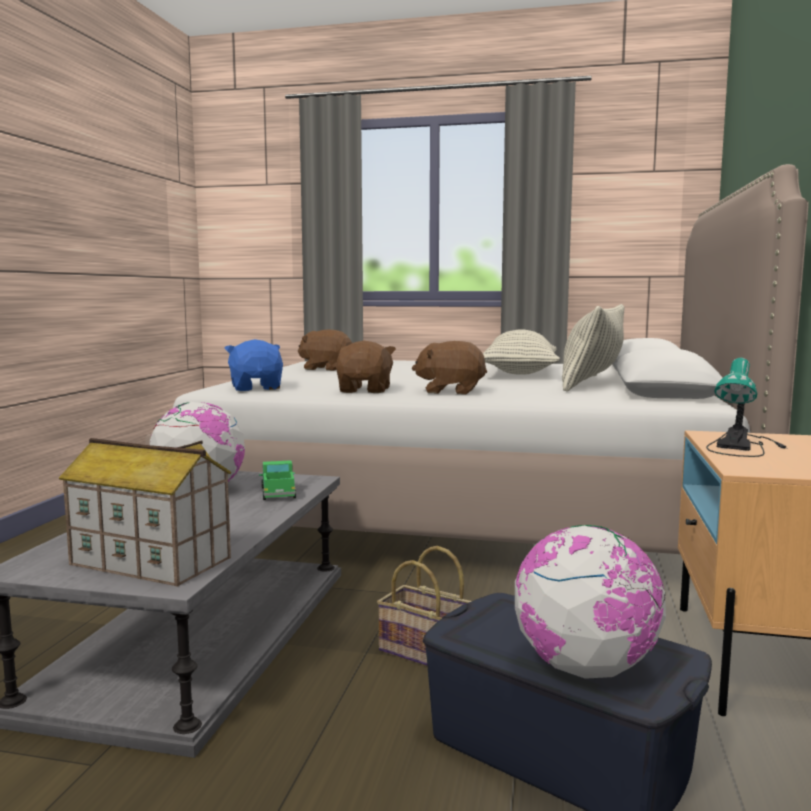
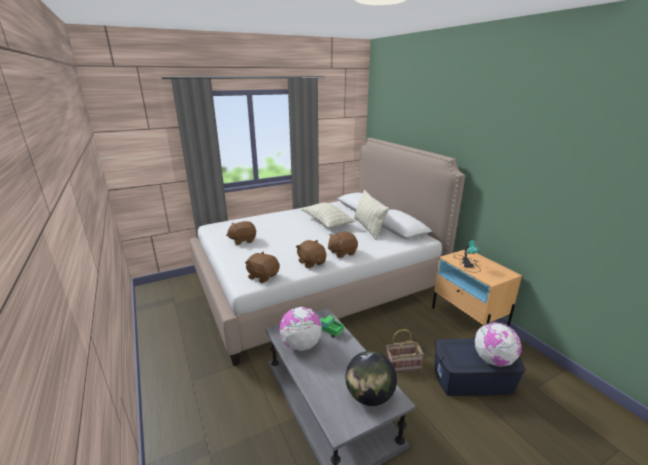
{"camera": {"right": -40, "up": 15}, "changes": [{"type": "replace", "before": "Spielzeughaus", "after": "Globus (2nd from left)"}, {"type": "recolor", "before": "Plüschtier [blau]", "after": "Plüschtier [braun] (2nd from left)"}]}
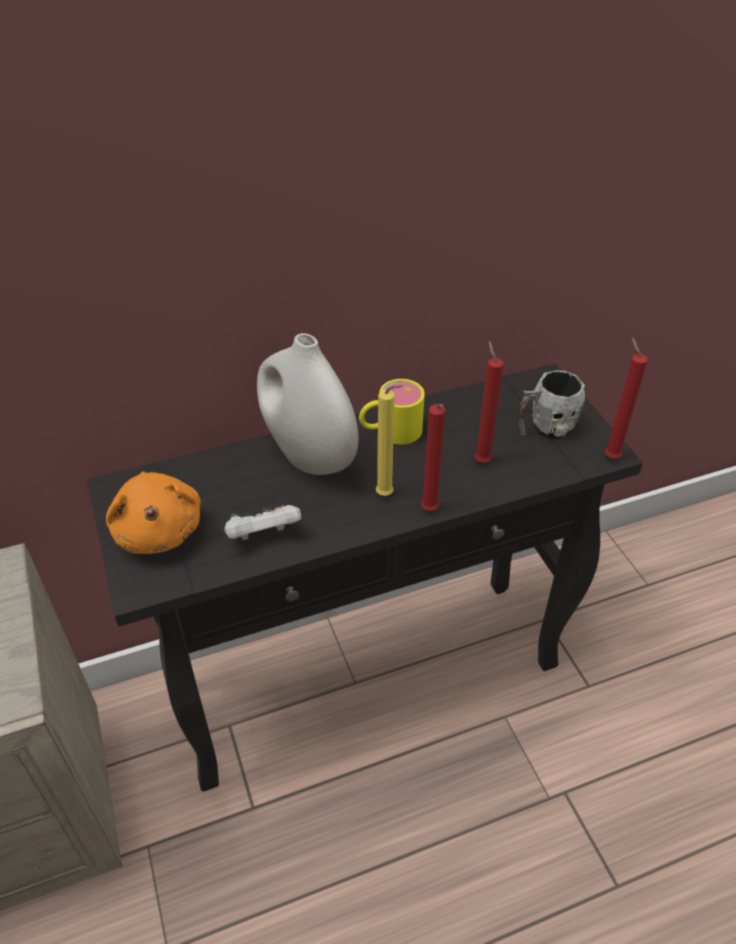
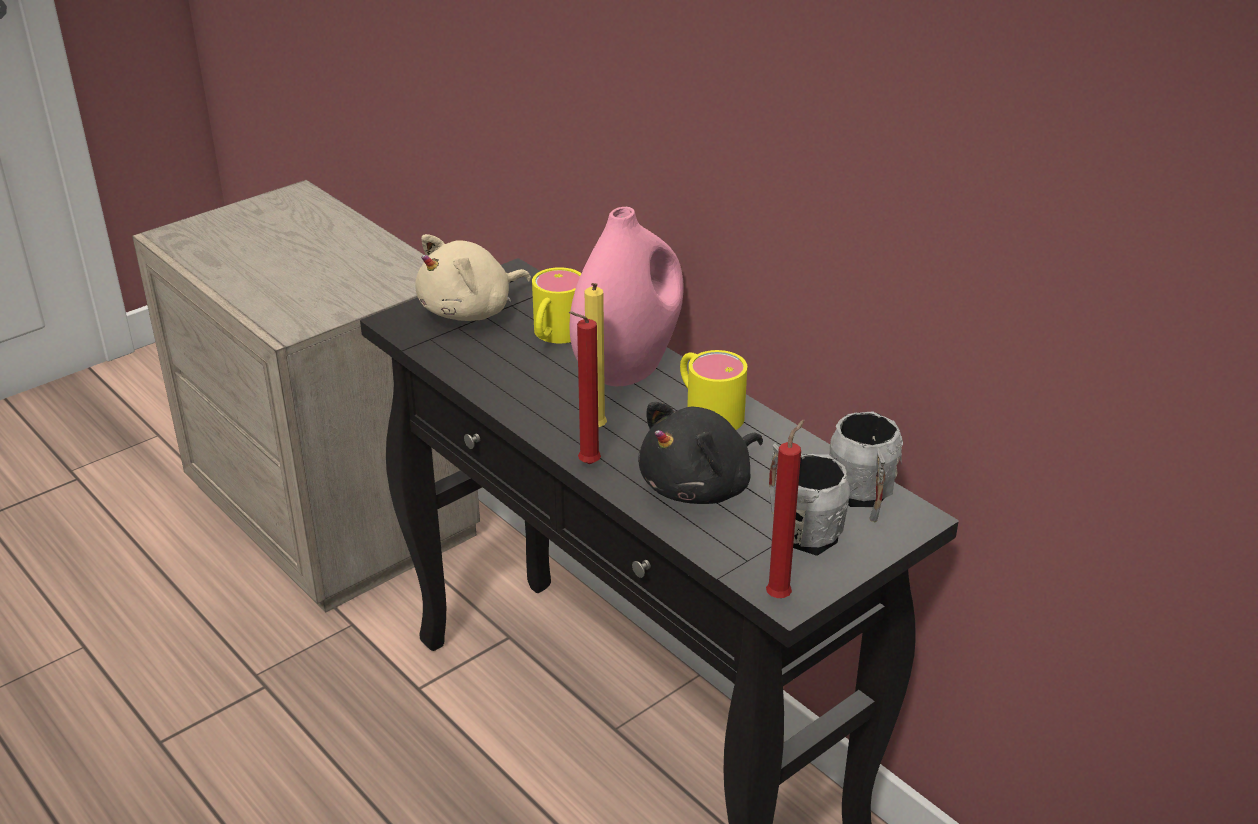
{"camera": {"right": 70, "up": -10}, "changes": [{"type": "recolor", "before": "Plüschtier [orange]", "after": "Plüschtier [beige]"}, {"type": "delete", "before": "Gamepad [weiß]"}, {"type": "recolor", "before": "Vase [weiß]", "after": "Vase [rosa]"}, {"type": "replace", "before": "Kerze [rot] (2nd from left)", "after": "Plüschtier [schwarz]"}, {"type": "insert", "after": "Henkelbecher [gelb] (1st from left)"}, {"type": "insert", "after": "Henkelbecher [grau] (2nd from left)"}]}
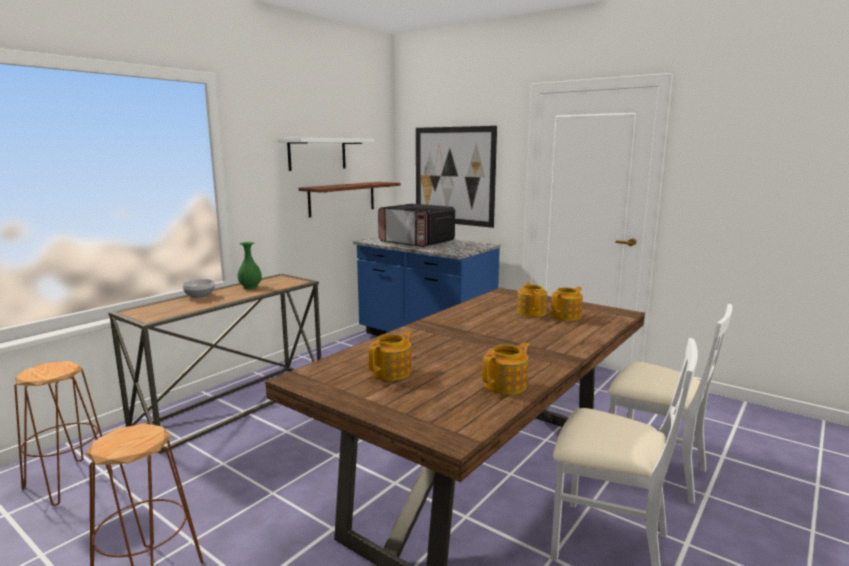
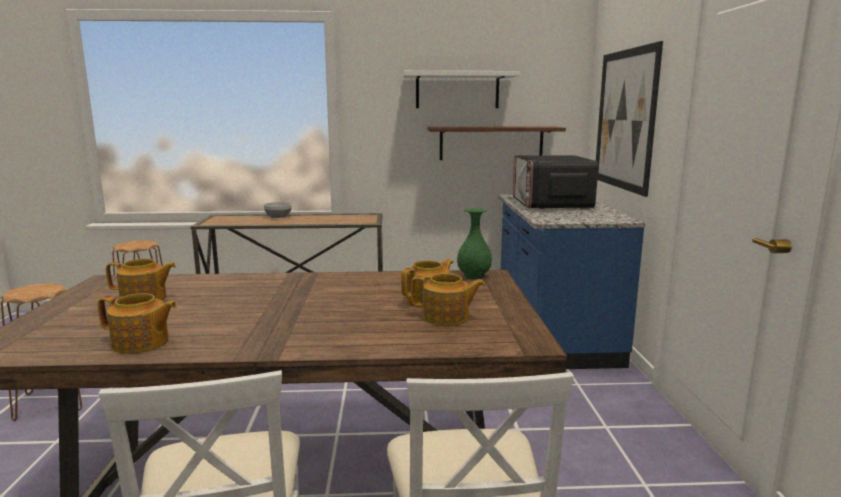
{"camera": {"right": 50, "up": 0}, "changes": [{"type": "move", "before": "Vase [grün]"}]}
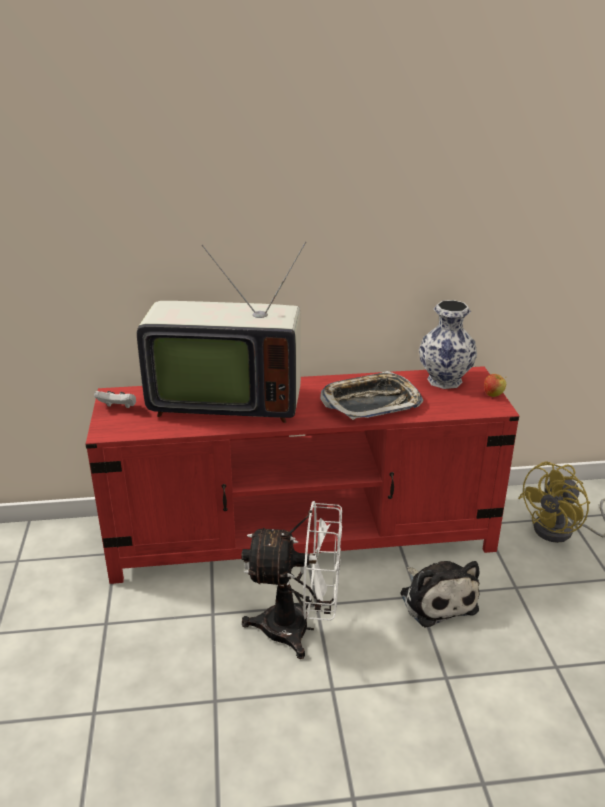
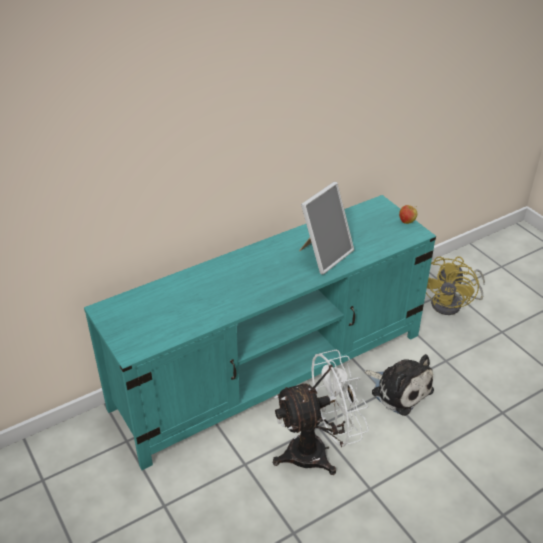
{"camera": {"right": -25, "up": 10}, "changes": [{"type": "recolor", "before": "Fernsehschrank [rot]", "after": "Fernsehschrank [türkis]"}, {"type": "delete", "before": "Gamepad [weiß]"}, {"type": "delete", "before": "Fernseher"}, {"type": "replace", "before": "Tablett", "after": "Bilderrahmen"}, {"type": "delete", "before": "Vase"}]}
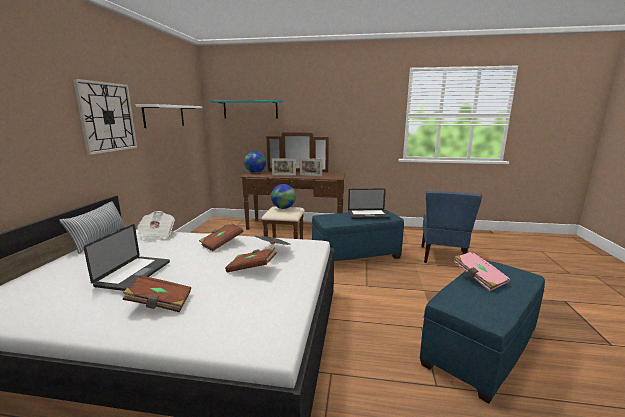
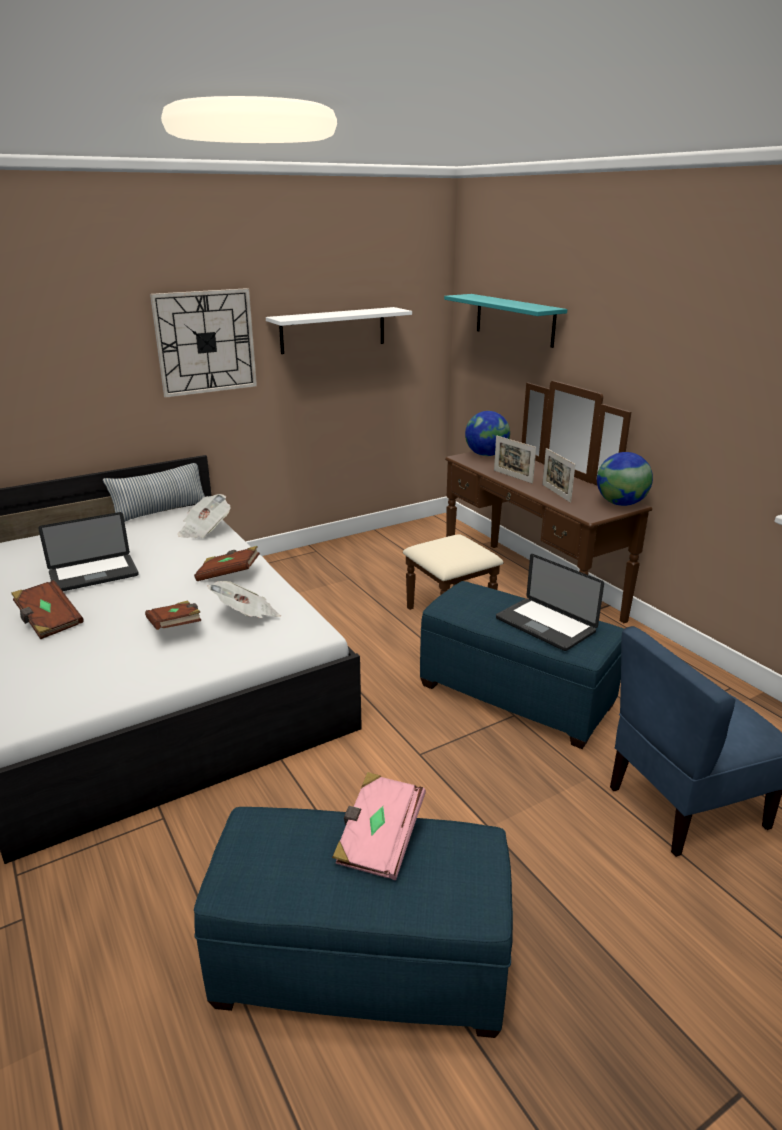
{"camera": {"right": 50, "up": 10}, "changes": [{"type": "move", "before": "Globus (2nd from left)"}]}
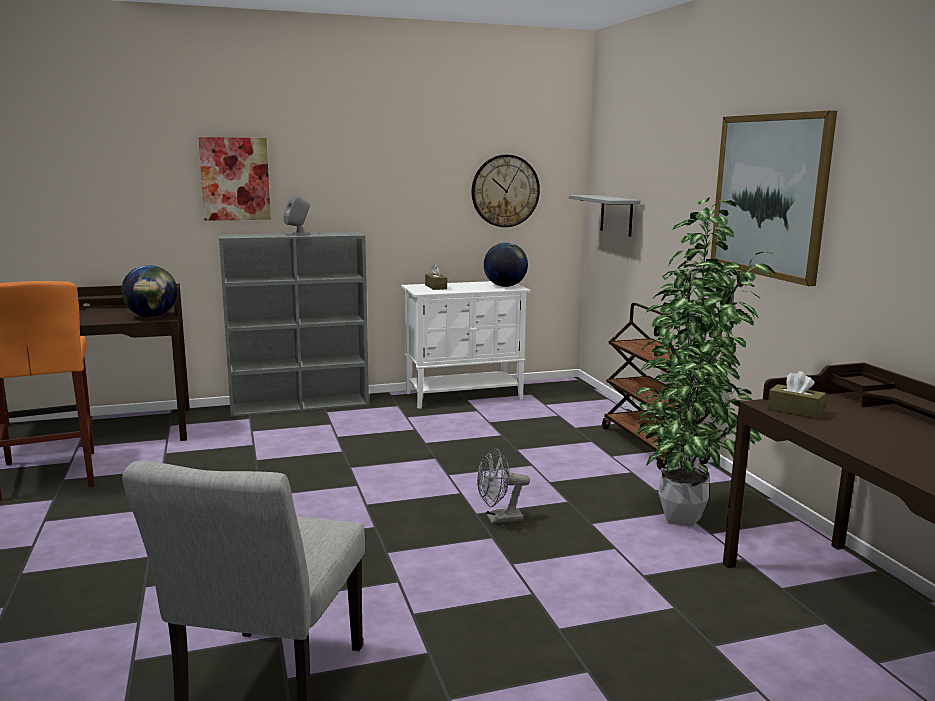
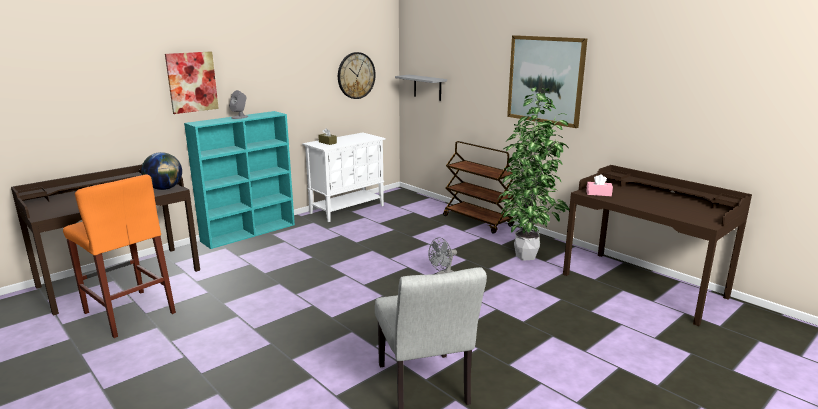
{"camera": {"right": -25, "up": 5}, "changes": [{"type": "recolor", "before": "Bücherregal [grau]", "after": "Bücherregal [türkis]"}, {"type": "delete", "before": "Globus (2nd from left)"}, {"type": "recolor", "before": "Taschentuchbox [braun] (2nd from left)", "after": "Taschentuchbox [rosa]"}]}
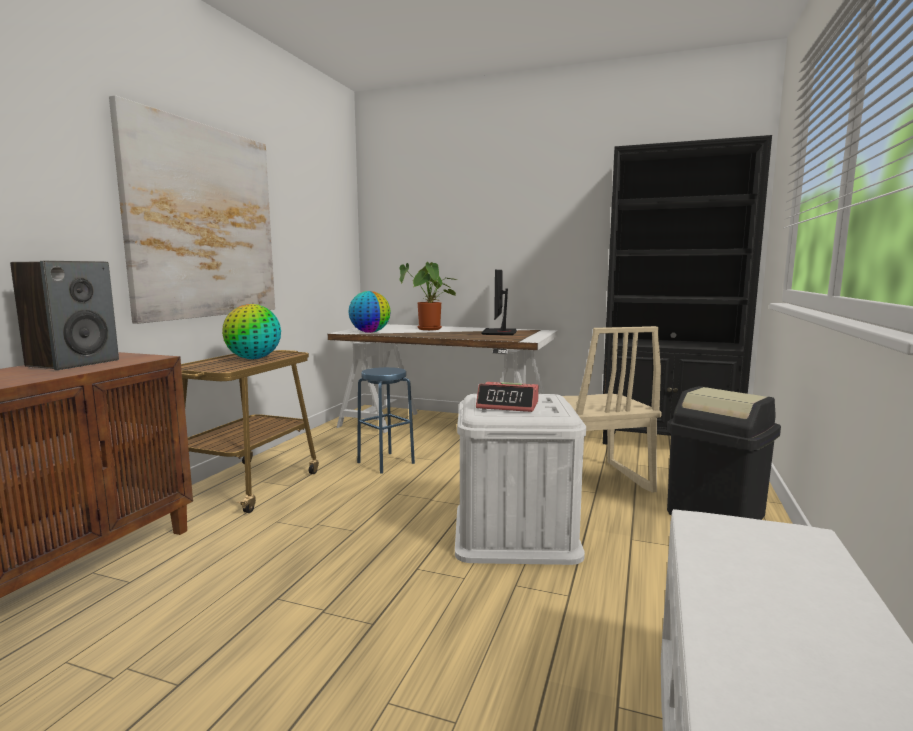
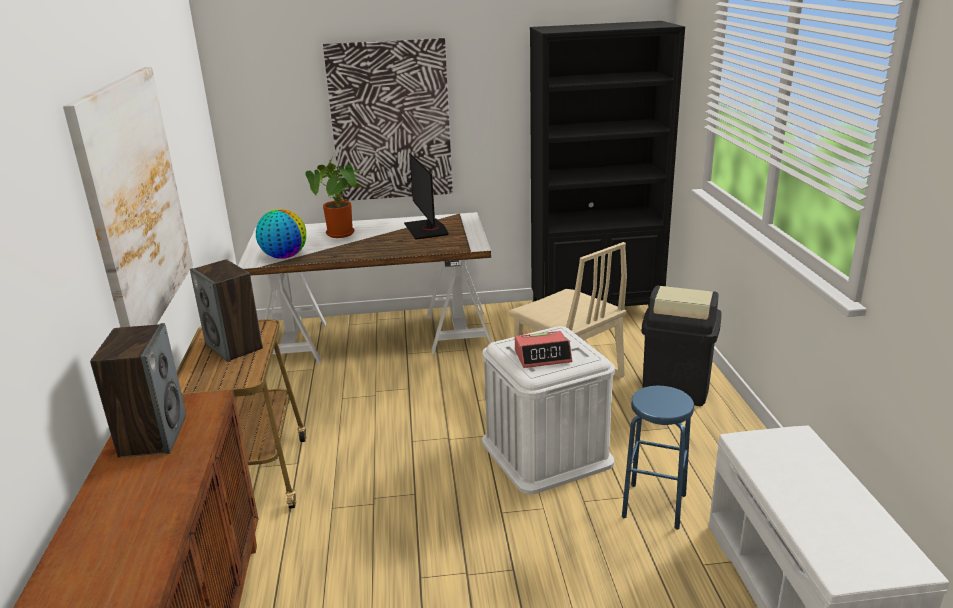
{"camera": {"right": -25, "up": 15}, "changes": [{"type": "replace", "before": "Globus (1st from left)", "after": "Lautsprecher (2nd from left)"}, {"type": "move", "before": "Hocker [blau]"}, {"type": "insert", "after": "Bild (2nd from left)"}]}
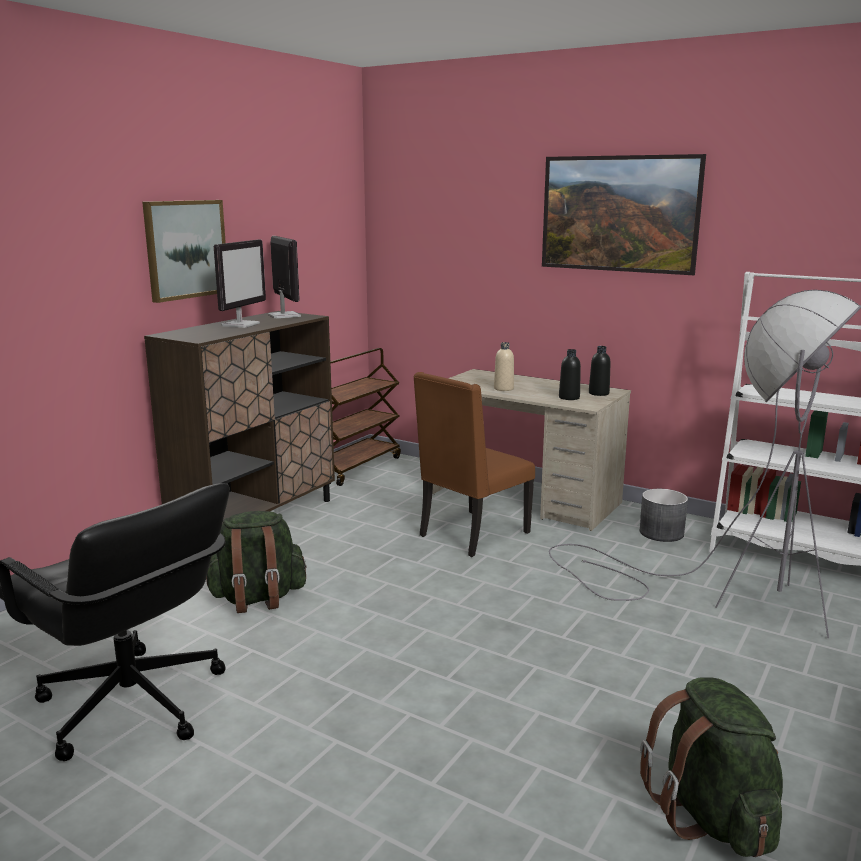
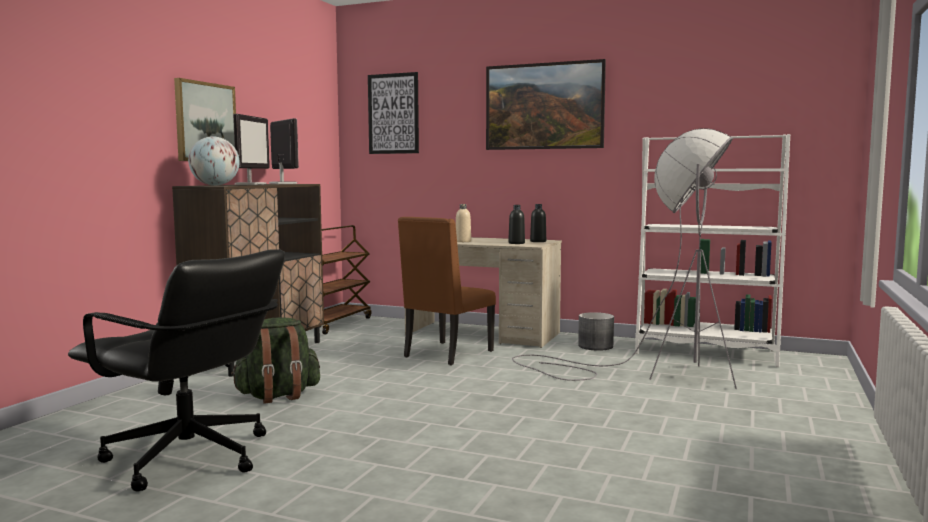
{"camera": {"right": -10, "up": -10}, "changes": [{"type": "delete", "before": "Rucksack [grün] (2nd from left)"}, {"type": "insert", "after": "Globus"}, {"type": "insert", "after": "Bild (2nd from left)"}]}
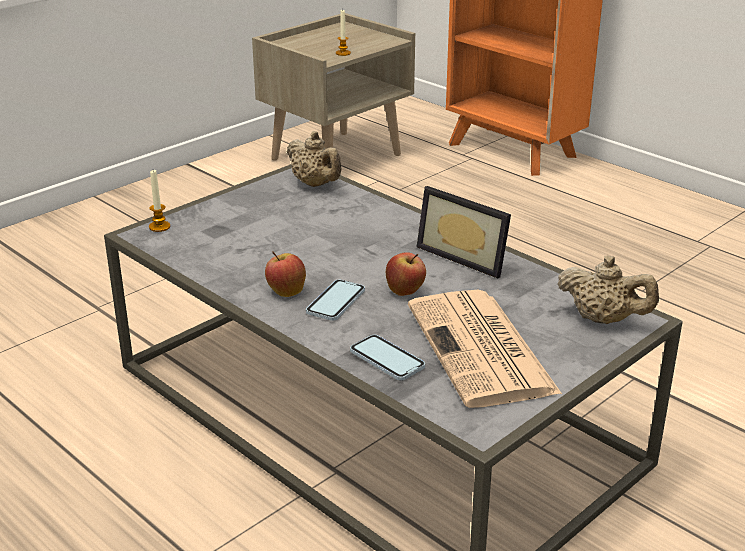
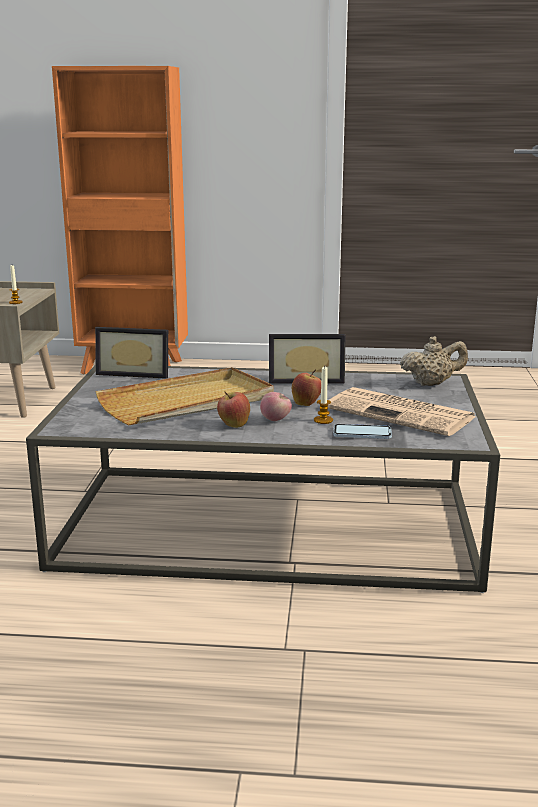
{"camera": {"right": -40, "up": -10}, "changes": [{"type": "move", "before": "Kerze (1st from left in the first image)", "after": "Kerze (2nd from left)"}, {"type": "replace", "before": "Teekanne [beige] (1st from left)", "after": "Bilderrahmen (1st from left)"}, {"type": "replace", "before": "Handy (1st from left)", "after": "Apfel (2nd from left)"}, {"type": "insert", "after": "Tablett [beige]"}]}
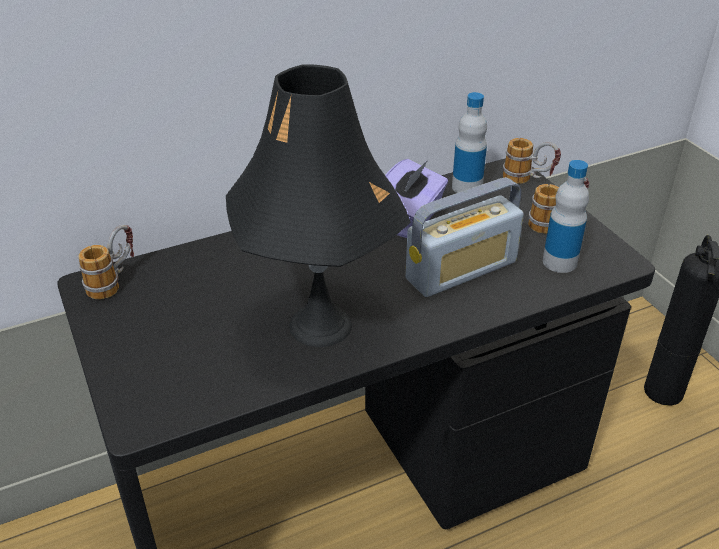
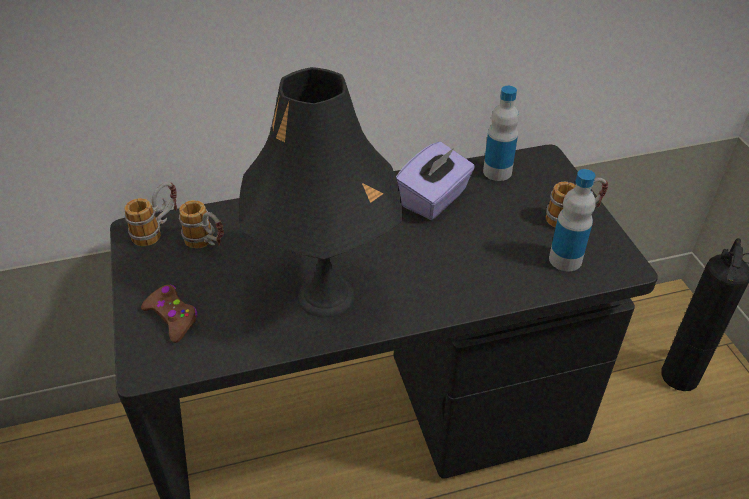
{"camera": {"right": 10, "up": 5}, "changes": [{"type": "delete", "before": "Radio"}, {"type": "move", "before": "Henkelbecher (2nd from left)"}, {"type": "insert", "after": "Gamepad [braun]"}]}
